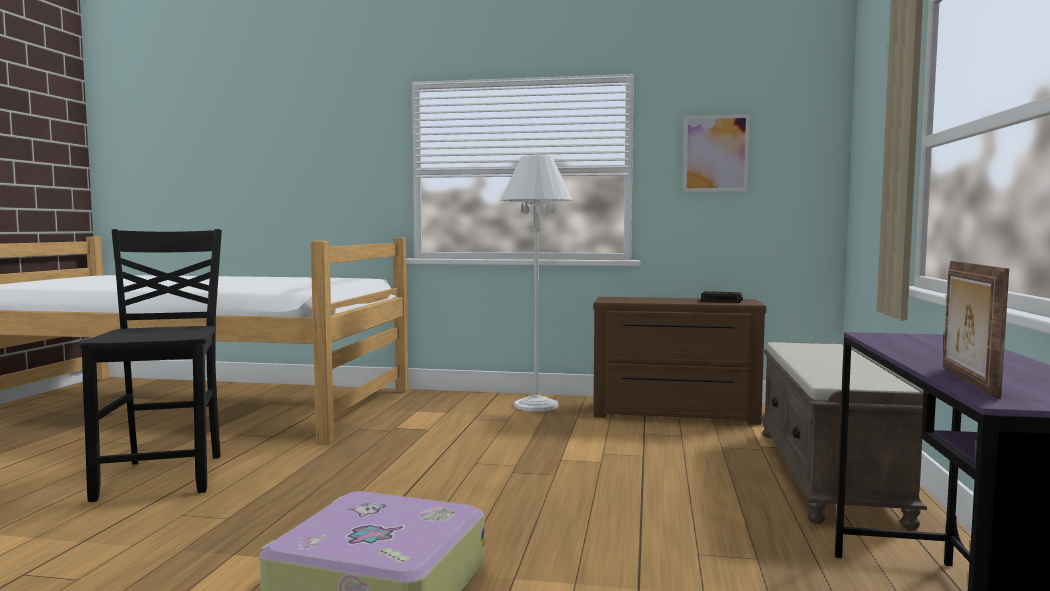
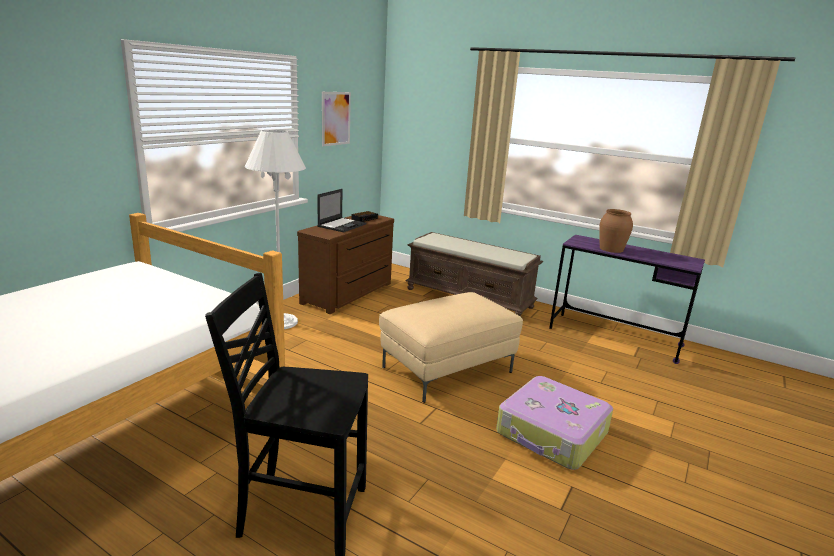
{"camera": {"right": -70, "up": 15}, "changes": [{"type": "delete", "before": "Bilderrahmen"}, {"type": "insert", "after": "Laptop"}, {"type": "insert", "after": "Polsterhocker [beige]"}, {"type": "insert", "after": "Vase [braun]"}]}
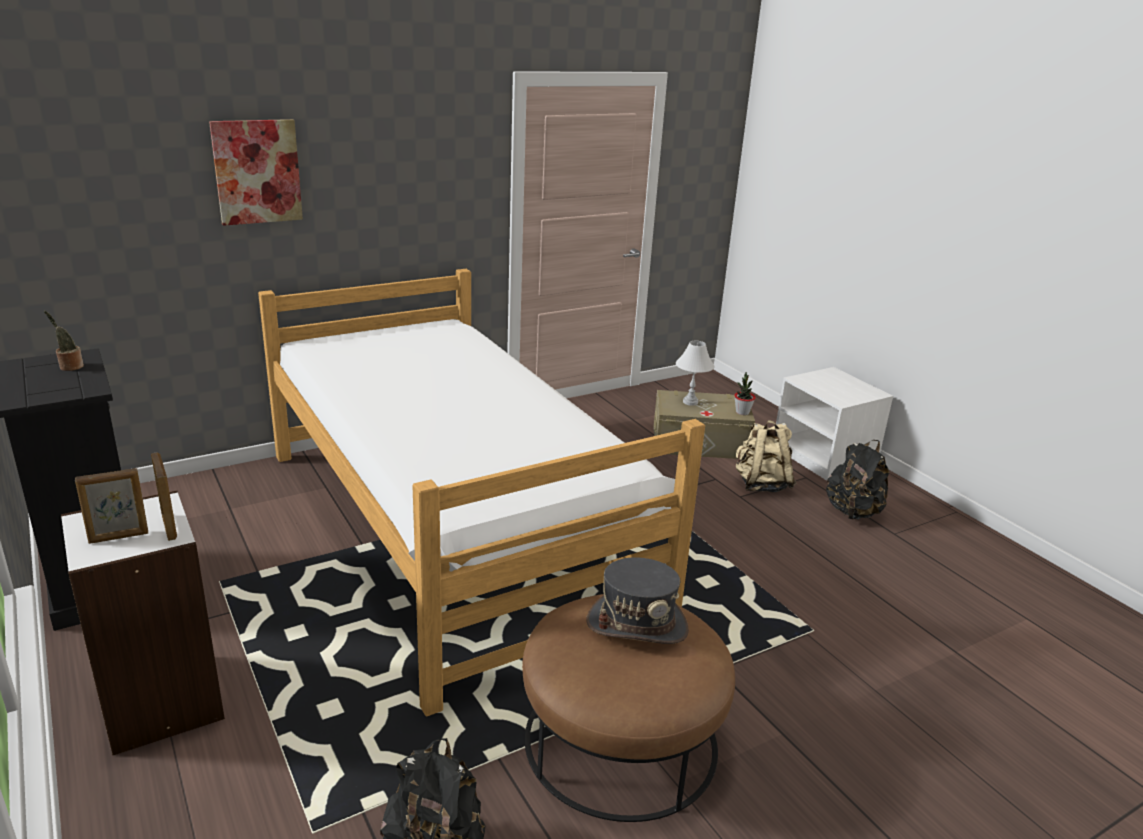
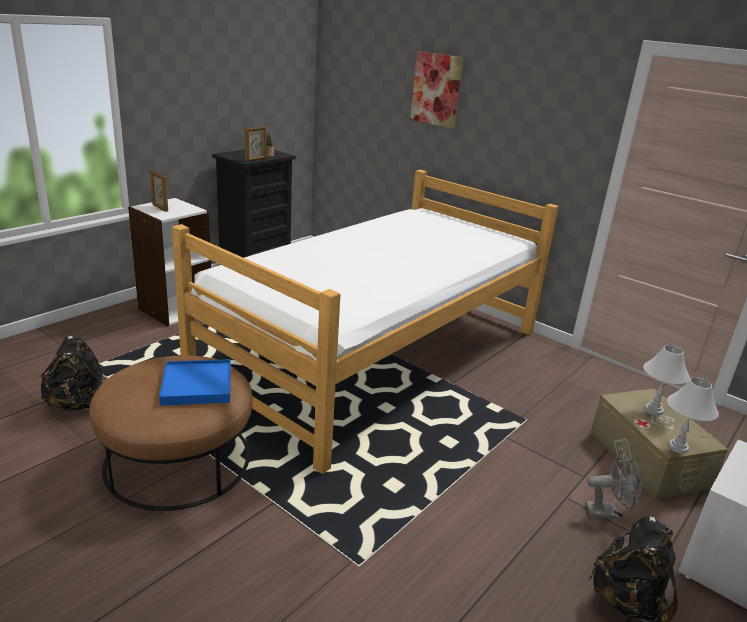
{"camera": {"right": 70, "up": 0}, "changes": [{"type": "move", "before": "Bilderrahmen (2nd from left)"}, {"type": "replace", "before": "Hut [grau]", "after": "Tablett [blau]"}, {"type": "replace", "before": "Topfpflanze (2nd from left)", "after": "Tischlampe [weiß] (2nd from left)"}, {"type": "replace", "before": "Rucksack [beige]", "after": "Ventilator [grau]"}]}
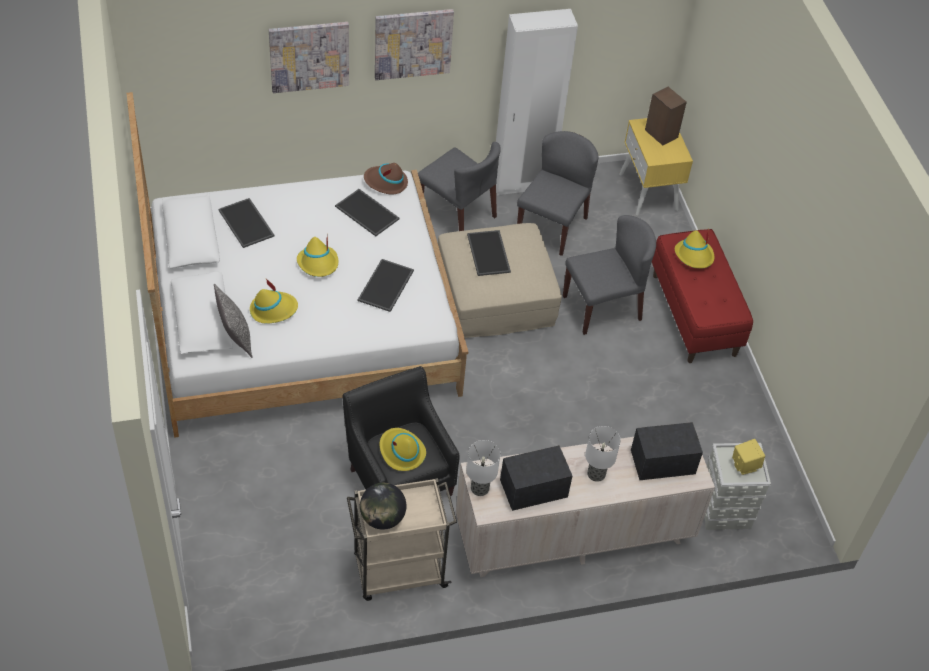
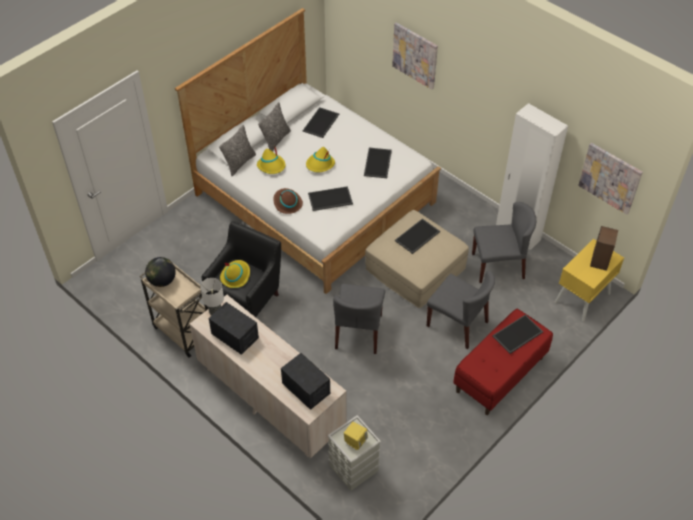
{"camera": {"right": 60, "up": 0}, "changes": [{"type": "move", "before": "Hut [braun]"}, {"type": "move", "before": "Bild (2nd from left)"}, {"type": "move", "before": "Stuhl [grau] (1st from left)"}, {"type": "delete", "before": "Tischlampe (2nd from left)"}, {"type": "replace", "before": "Hut [gelb] (4th from left)", "after": "Tablett (5th from left)"}, {"type": "insert", "after": "Kissen (2nd from left)"}]}
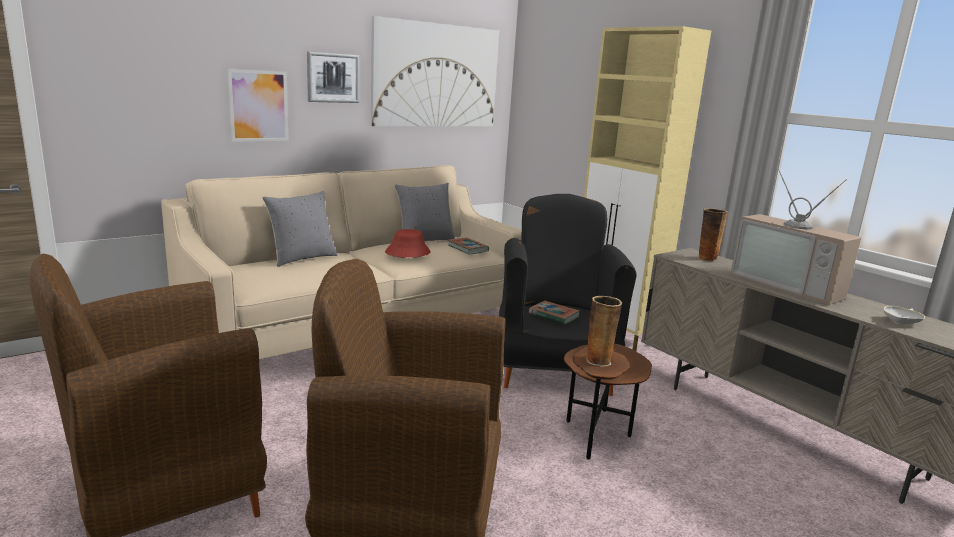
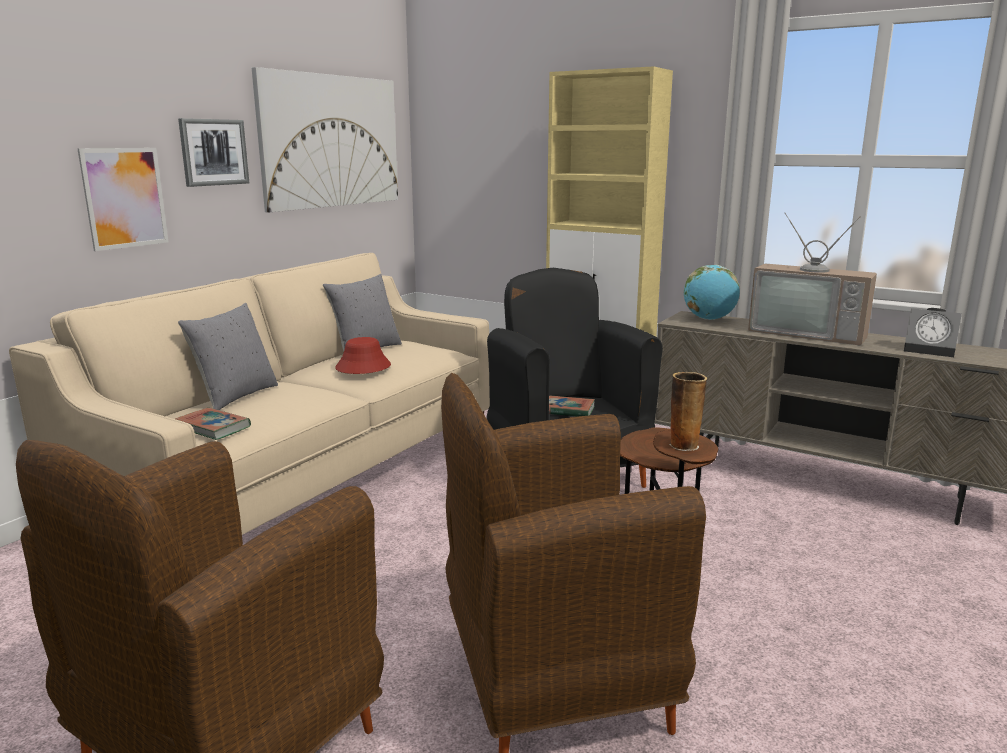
{"camera": {"right": -20, "up": 0}, "changes": [{"type": "move", "before": "Buch (1st from left)"}, {"type": "replace", "before": "Vase (2nd from left)", "after": "Globus"}, {"type": "replace", "before": "Schüssel [weiß]", "after": "Wecker"}]}
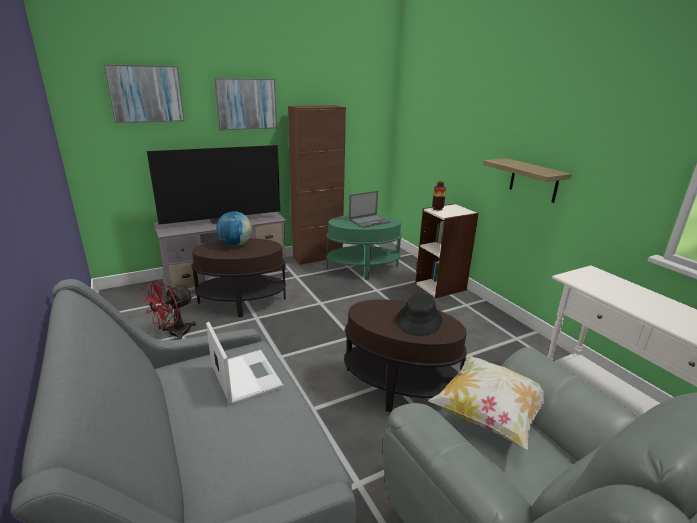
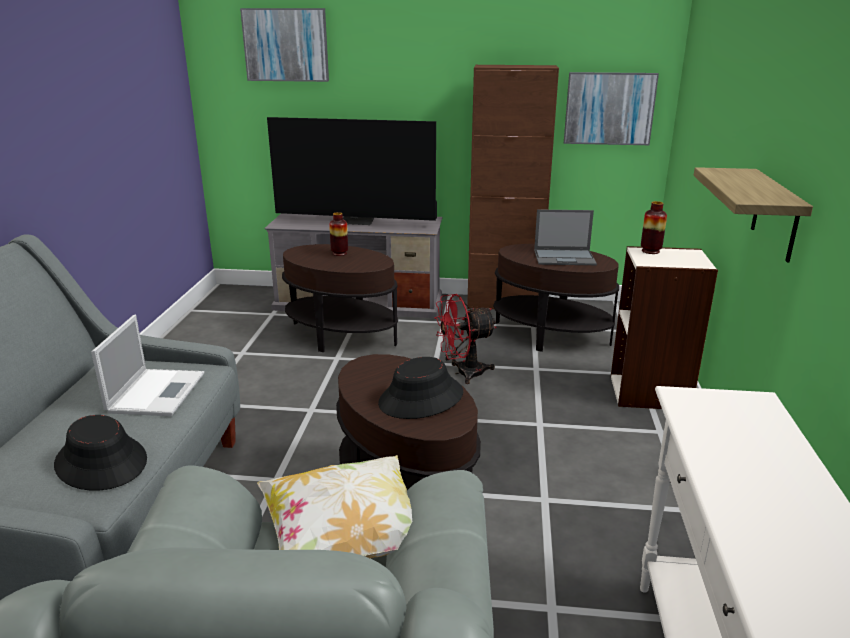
{"camera": {"right": 35, "up": 0}, "changes": [{"type": "move", "before": "Ventilator [rot]"}, {"type": "move", "before": "Bild (2nd from left)"}, {"type": "replace", "before": "Globus", "after": "Vase (1st from left)"}, {"type": "recolor", "before": "Beistelltisch [grün]", "after": "Beistelltisch [braun] (3rd from left)"}, {"type": "insert", "after": "Hut [schwarz] (1st from left)"}]}
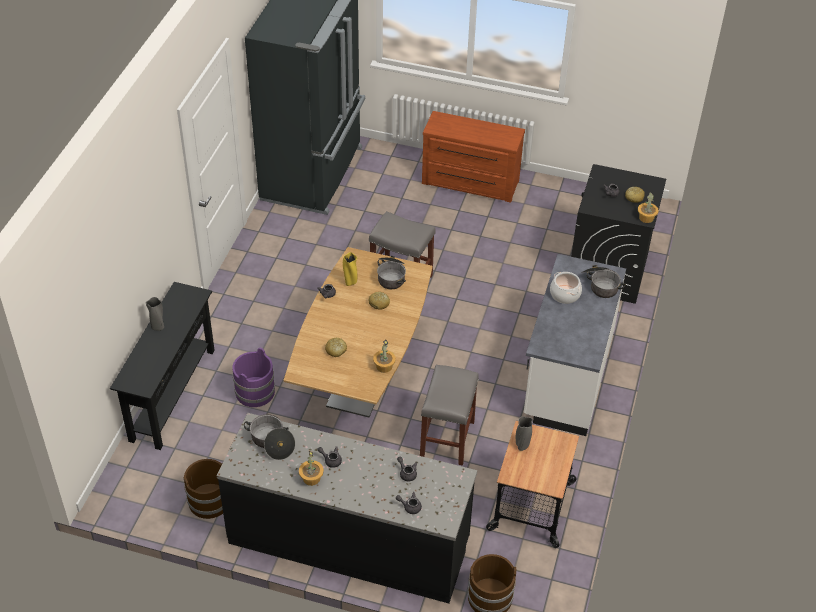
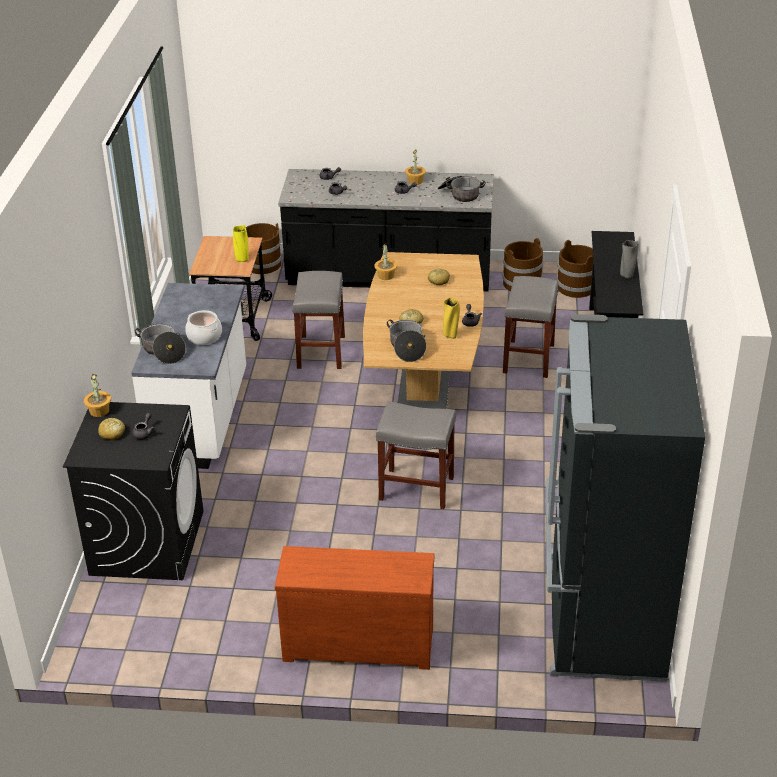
{"camera": {"right": 170, "up": -10}, "changes": [{"type": "replace", "before": "Eimer [lila]", "after": "Hocker [grau] (3rd from left)"}, {"type": "recolor", "before": "Vase [grau] (2nd from left)", "after": "Vase [gelb] (1st from left)"}, {"type": "insert", "after": "Eimer [braun] (3rd from left)"}]}
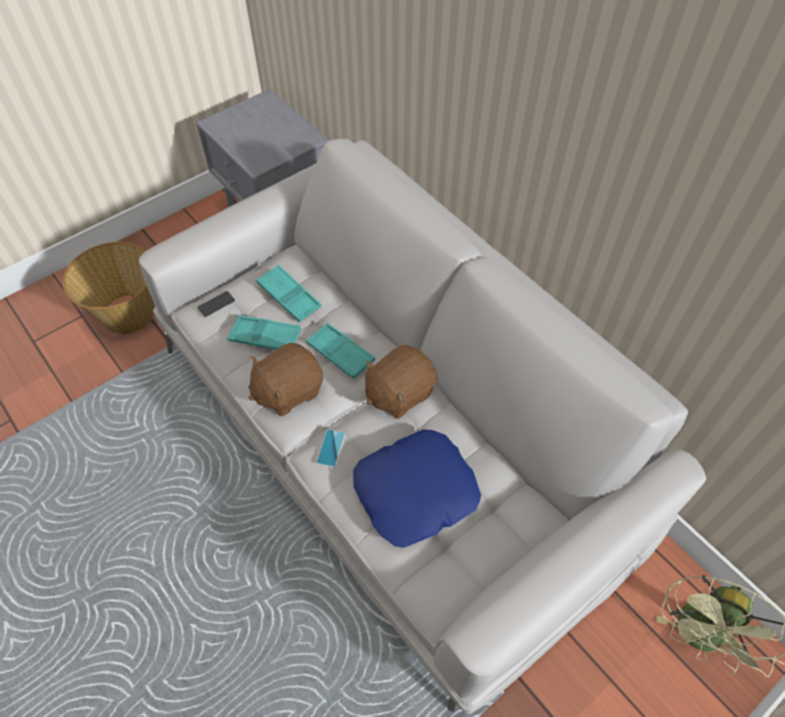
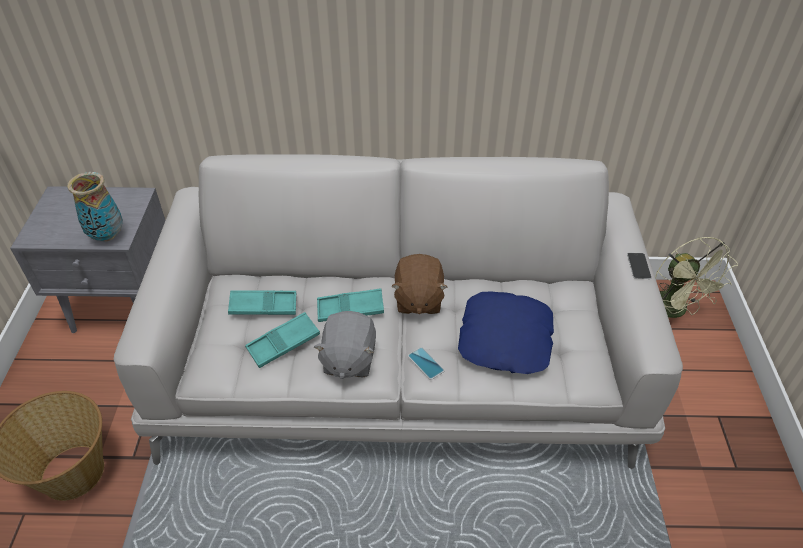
{"camera": {"right": -50, "up": -10}, "changes": [{"type": "move", "before": "Handy (1st from left in the first image)", "after": "Handy (2nd from left)"}, {"type": "recolor", "before": "Plüschtier [braun] (1st from left)", "after": "Plüschtier [grau]"}, {"type": "insert", "after": "Vase"}]}
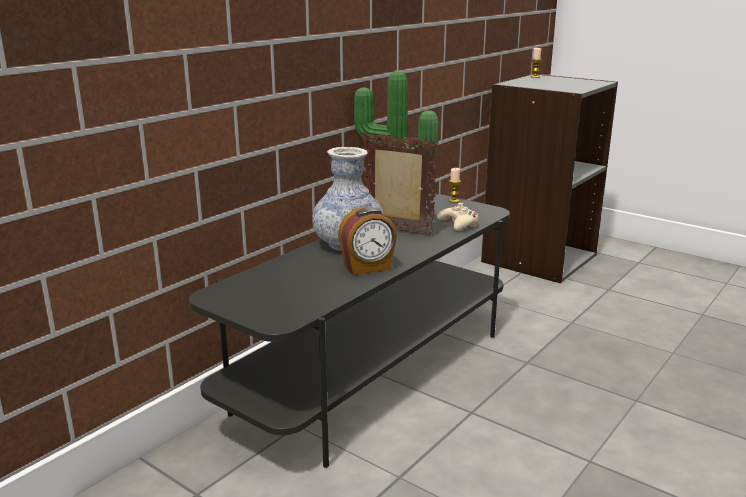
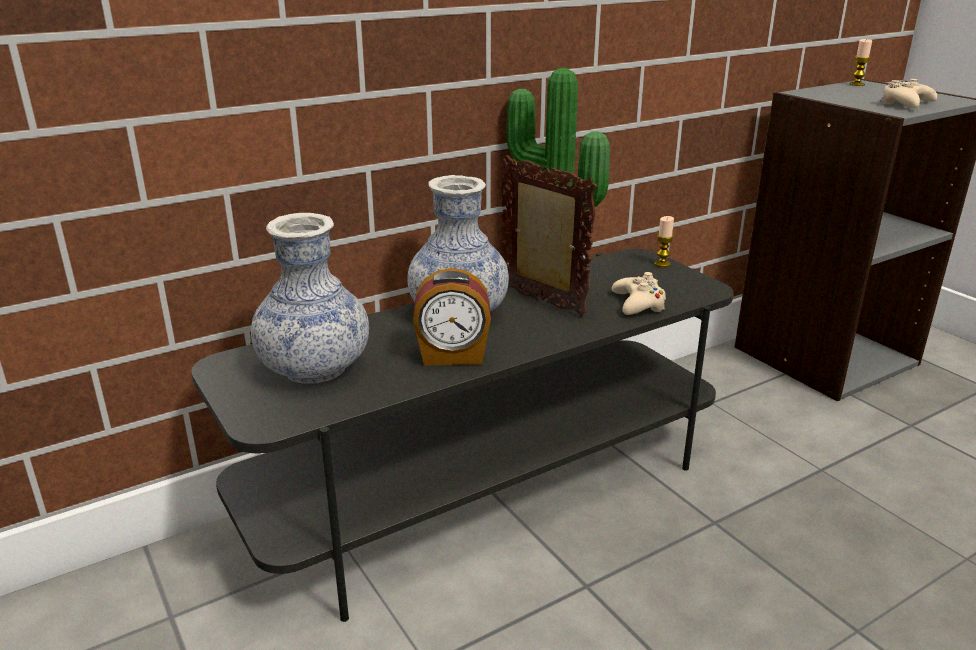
{"camera": {"right": 20, "up": 5}, "changes": [{"type": "insert", "after": "Vase (1st from left)"}, {"type": "insert", "after": "Gamepad [beige] (2nd from left)"}]}
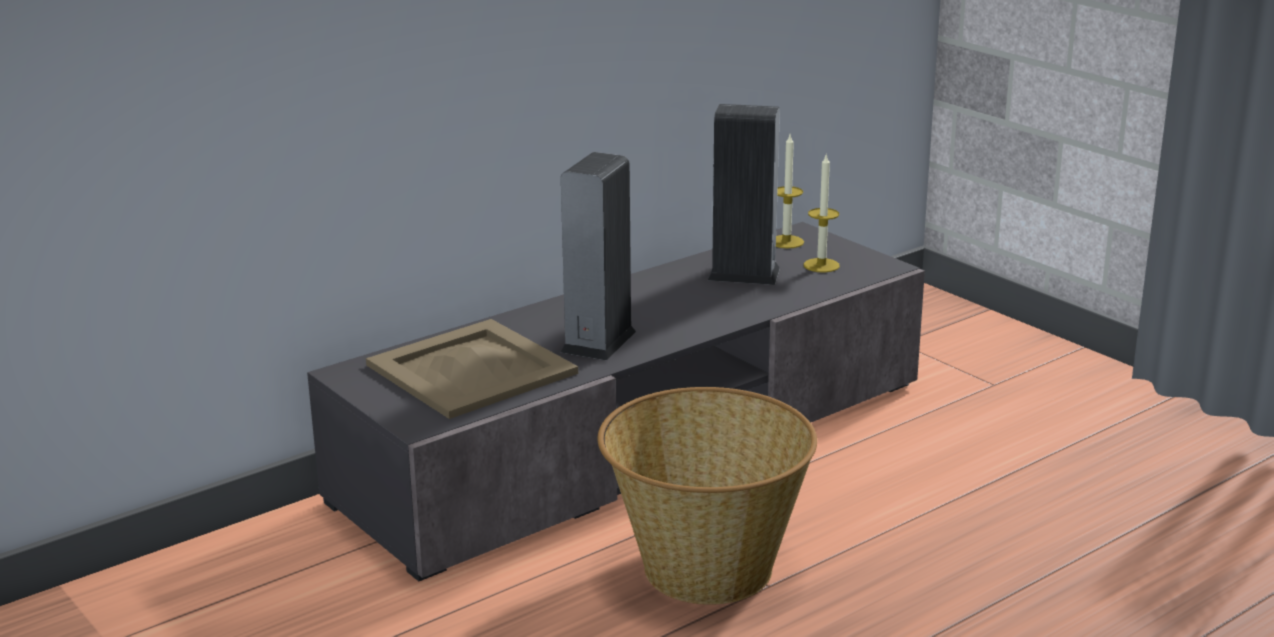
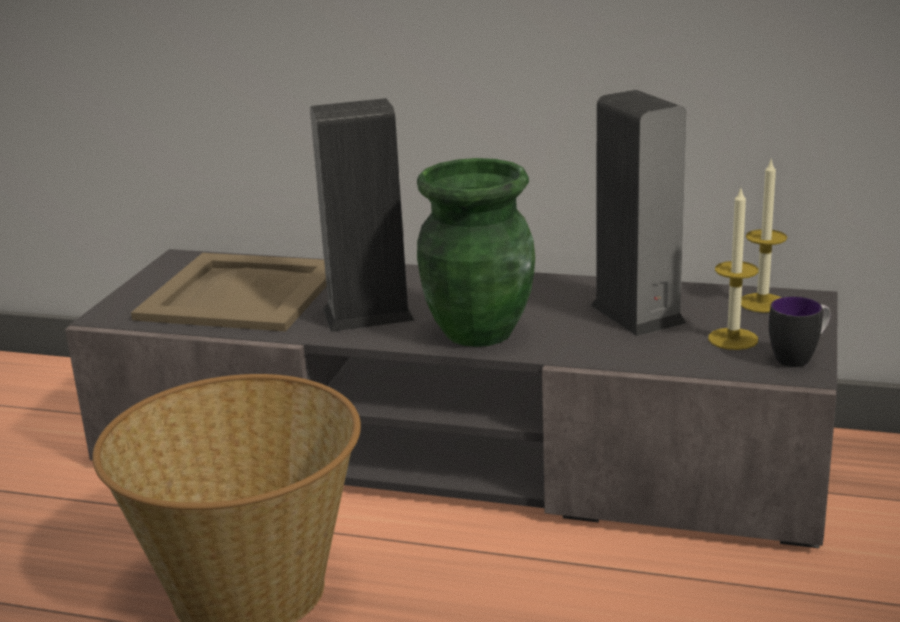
{"camera": {"right": 55, "up": 0}, "changes": [{"type": "insert", "after": "Vase [grün]"}, {"type": "insert", "after": "Henkelbecher"}]}
